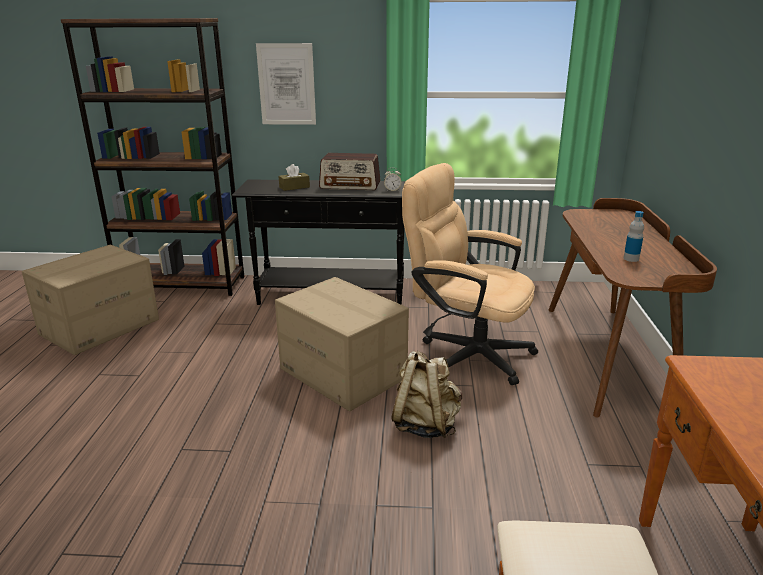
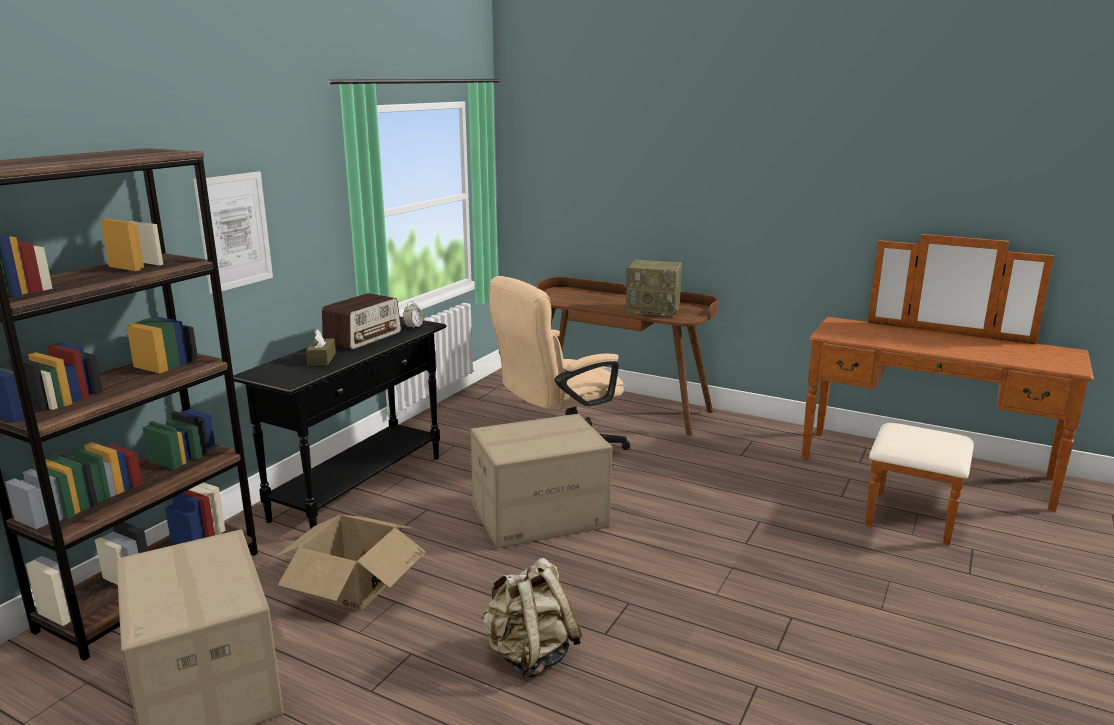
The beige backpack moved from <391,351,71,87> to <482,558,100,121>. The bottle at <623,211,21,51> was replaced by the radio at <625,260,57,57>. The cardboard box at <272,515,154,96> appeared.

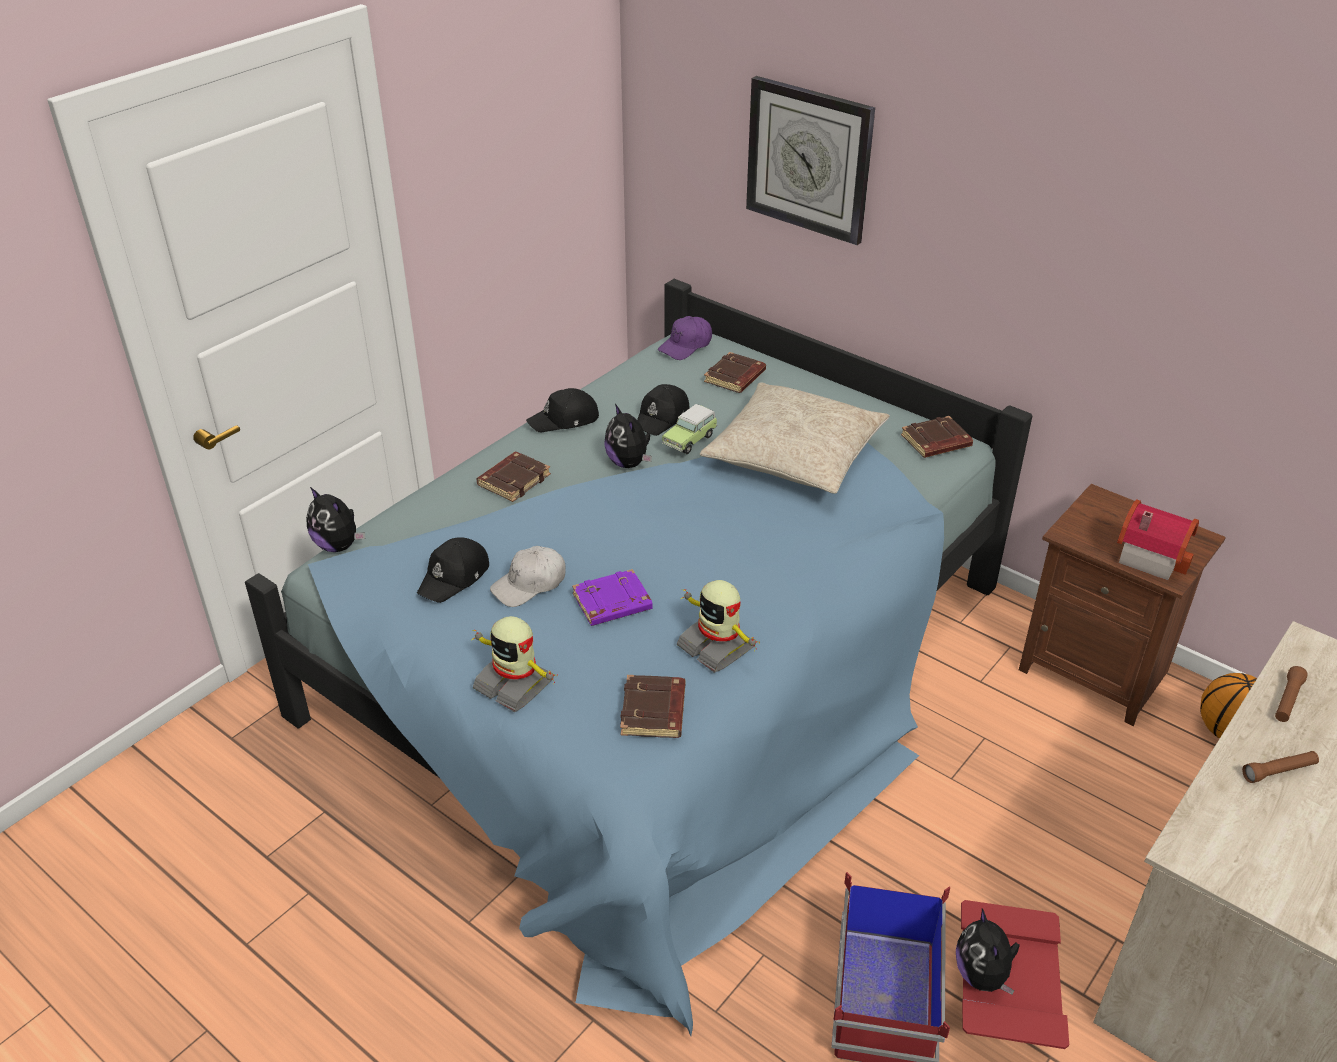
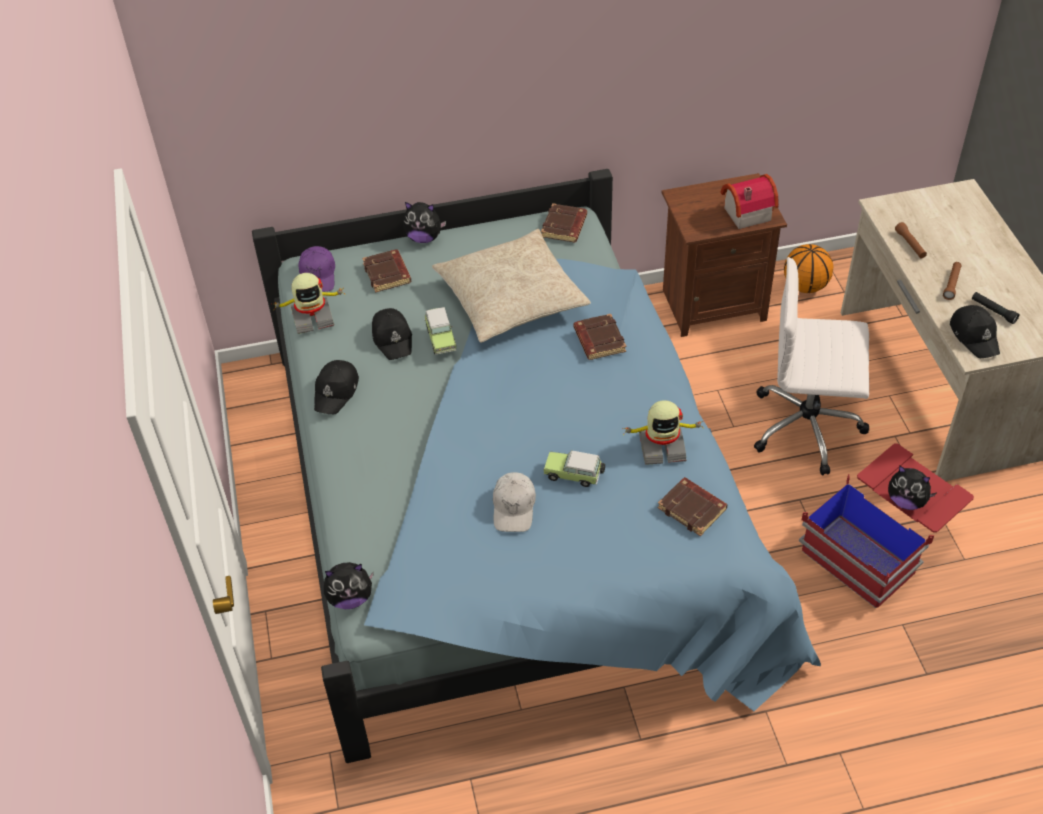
The black cap moved from <417,537,72,66> to <950,305,50,53>. The toy robot moved from <472,616,86,97> to <271,273,74,61>. The brown book moved from <477,452,74,50> to <574,314,52,46>. The purple book at <572,569,81,57> was replaced by the toy car at <544,450,61,37>. The plush toy moved from <604,404,48,64> to <403,202,43,41>. The wall clock at <746,76,129,169> disappeared. The white office chair at <754,257,115,219> appeared. The black flashlight at <972,292,48,32> appeared.

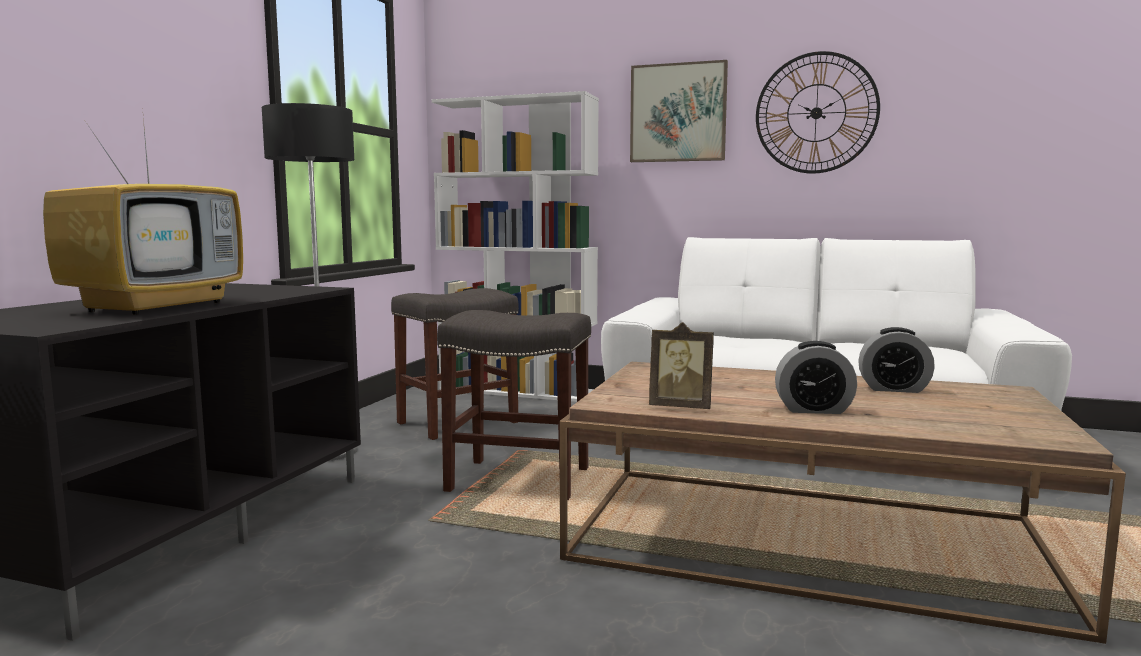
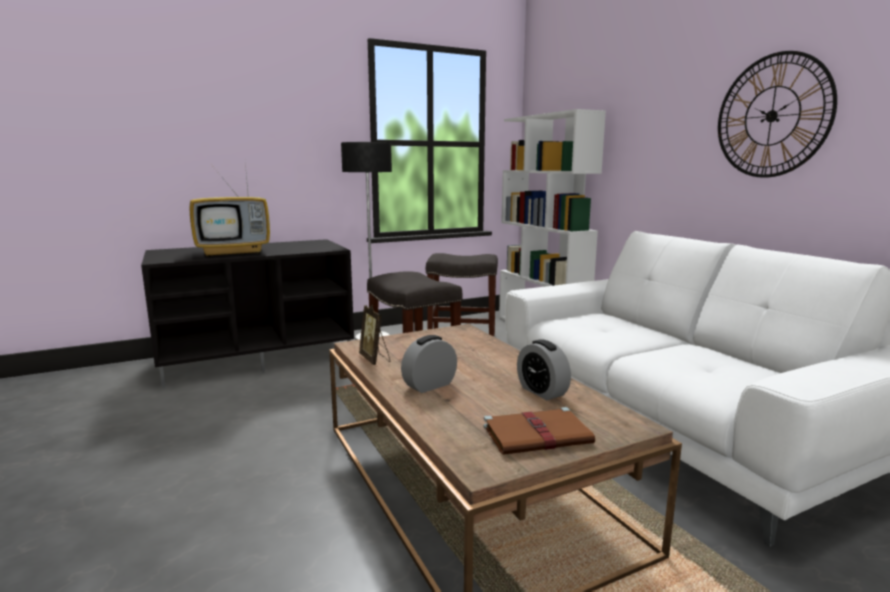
The picture at <630,60,98,102> disappeared. The alarm clock at <775,341,82,73> turned 90 degrees clockwise. The brown book at <483,407,112,48> appeared.

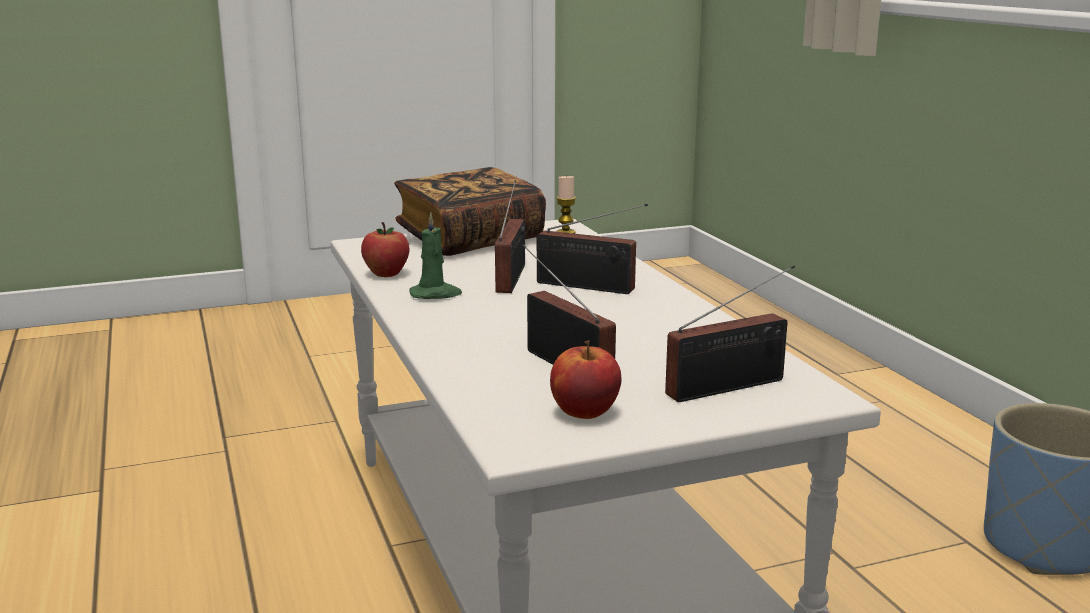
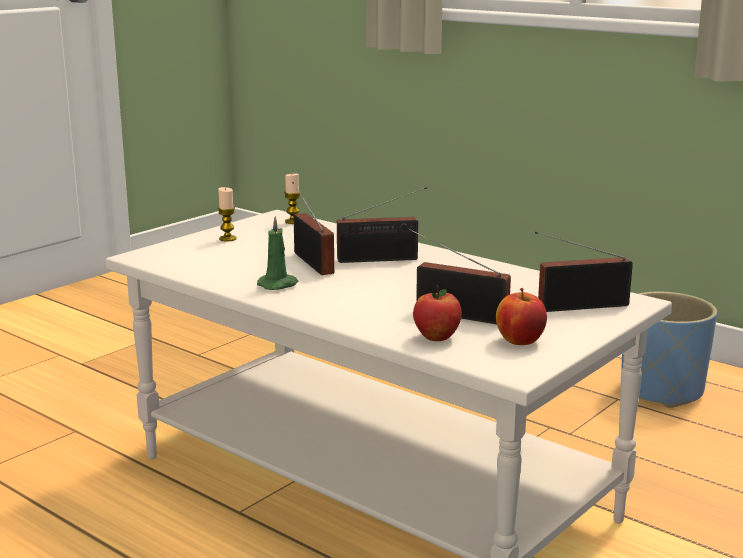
The apple moved from <361,222,48,55> to <413,286,49,55>. The book at <394,167,152,89> was replaced by the candle at <217,187,19,55>. The radio at <665,265,130,137> turned 135 degrees counterclockwise.

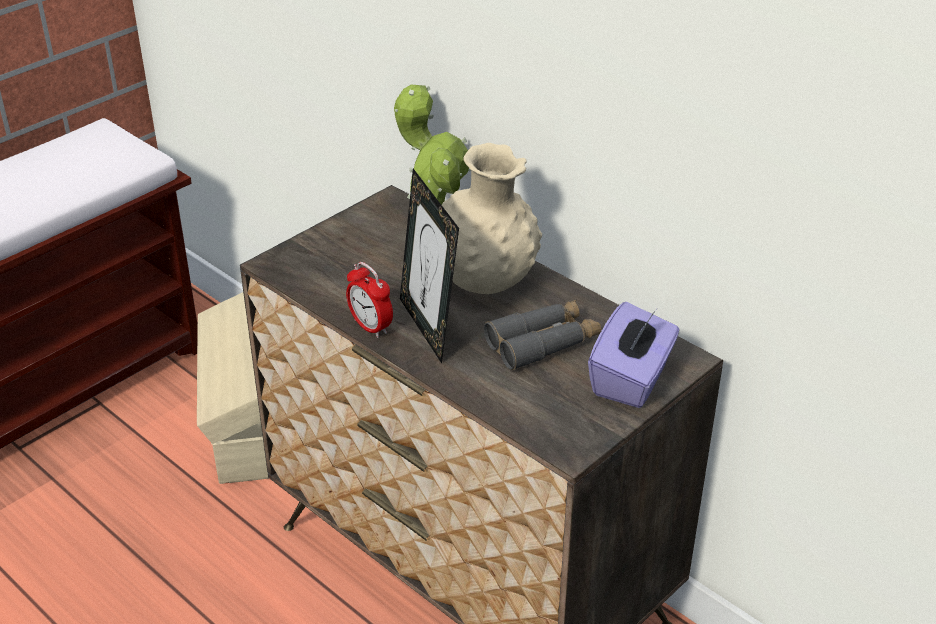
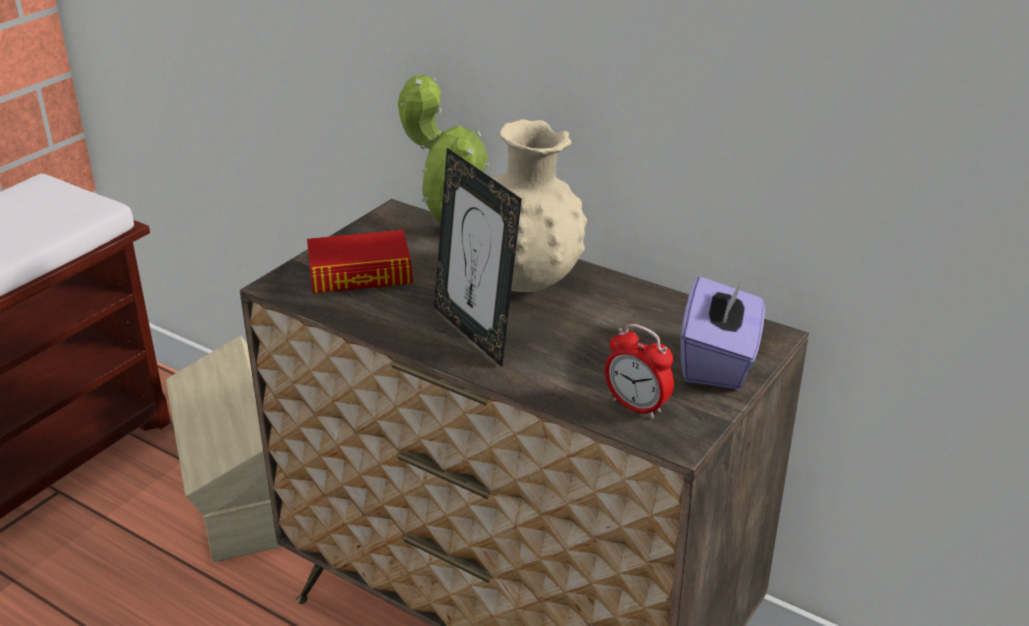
The alarm clock moved from <346,262,47,76> to <605,324,69,95>. The grey binoculars at <484,300,117,70> disappeared. The book at <307,230,106,64> appeared.

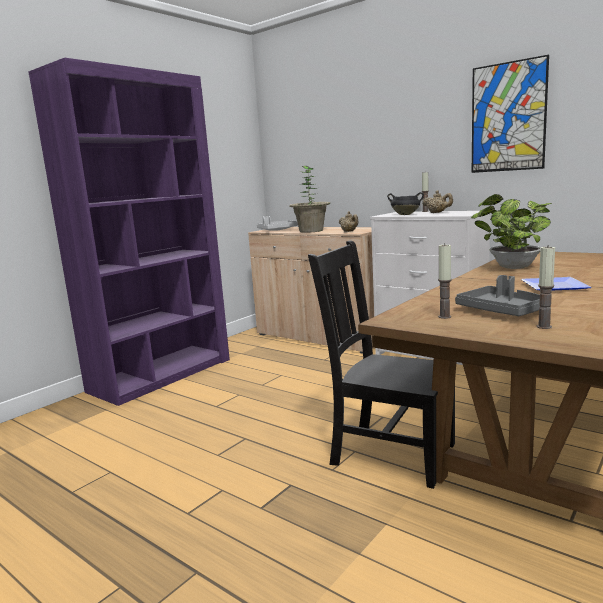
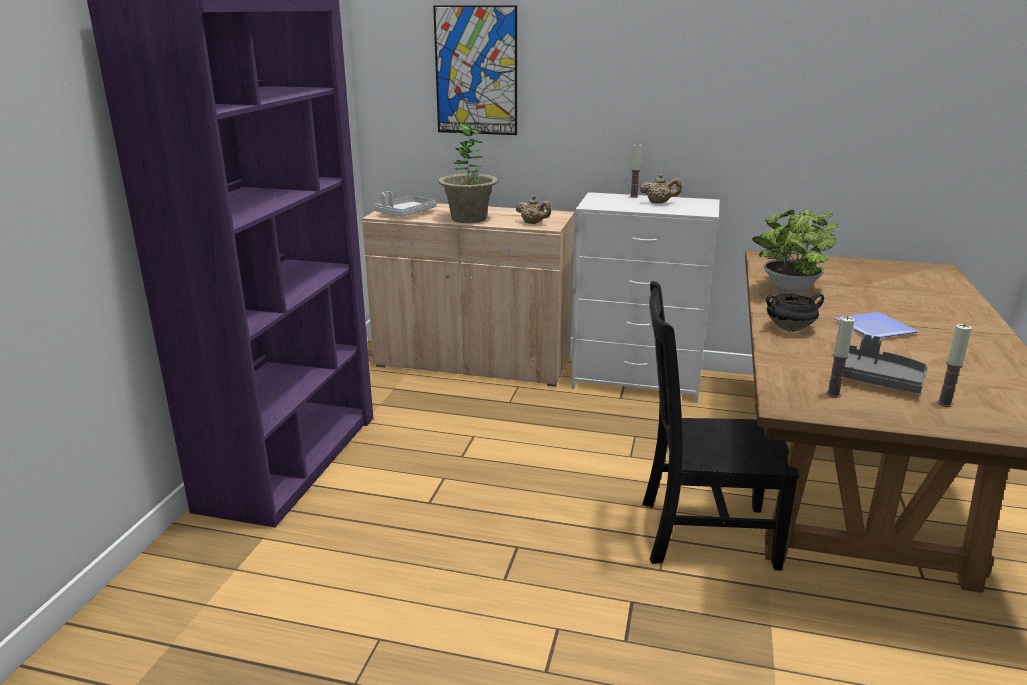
The black cooking pot moved from <387,192,37,23> to <766,293,58,39>. The picture moved from <472,55,77,118> to <433,5,84,130>.

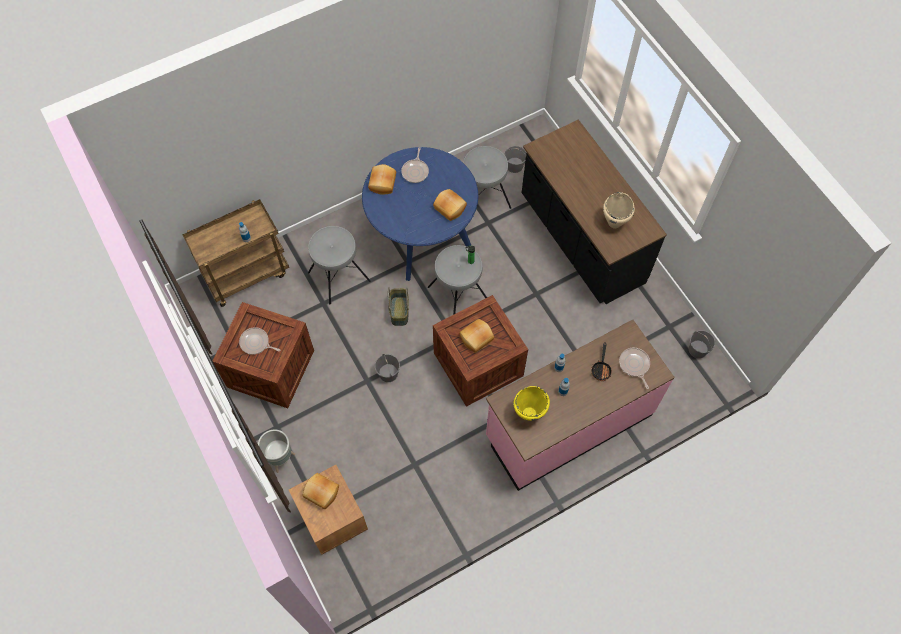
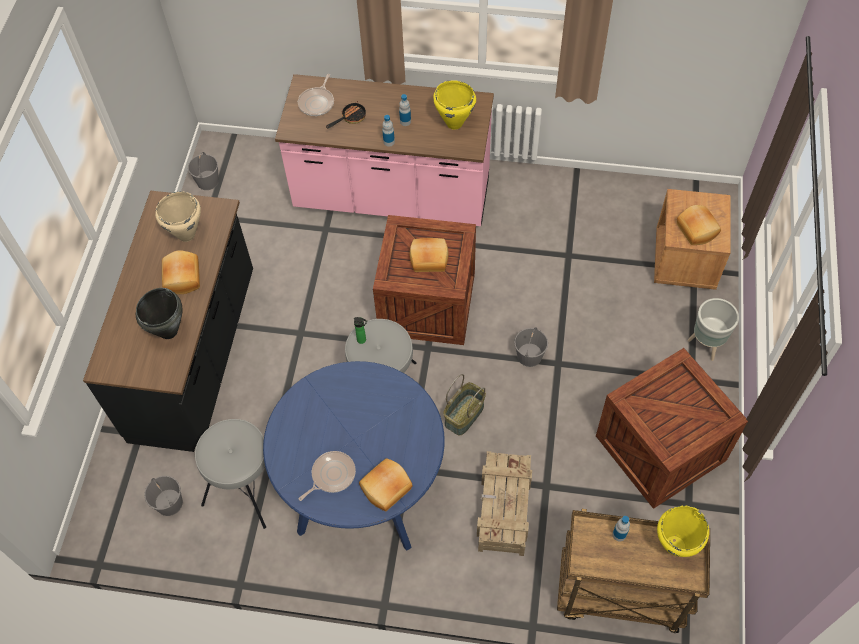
The frying pan at <239,327,41,28> disappeared. The grey stool at <308,226,63,78> was replaced by the crate at <477,451,55,105>. The bread moved from <433,189,34,32> to <162,250,38,44>. The black cooking pot at <136,288,46,51> appeared. The yellow cooking pot at <657,506,52,51> appeared.

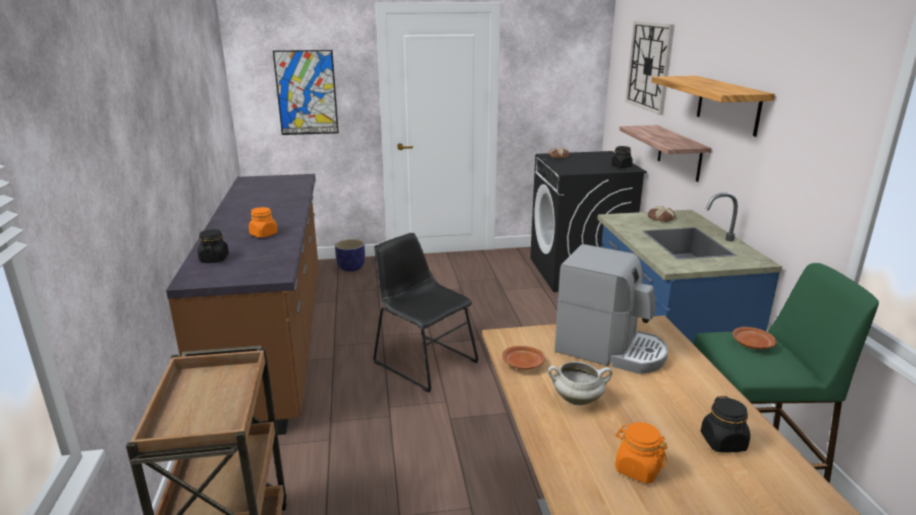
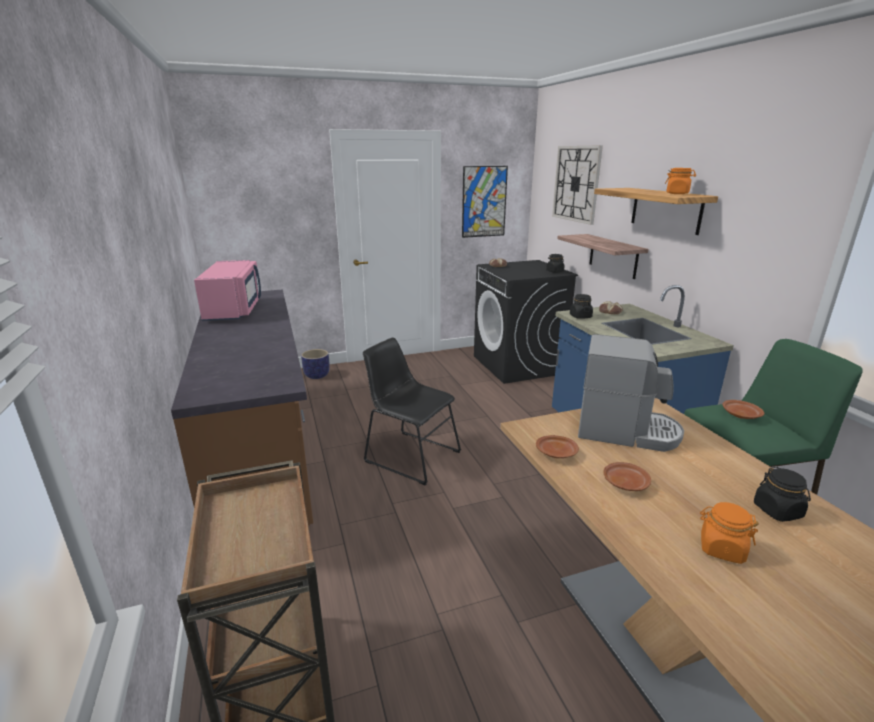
The black jar moved from <198,229,31,33> to <570,294,23,25>. The orange jar moved from <249,207,29,31> to <665,168,31,26>. The picture moved from <273,50,66,85> to <462,166,46,72>. The white cooking pot at <548,362,64,43> was replaced by the brown plate at <603,462,48,29>. The pink microwave at <194,260,67,61> appeared.

